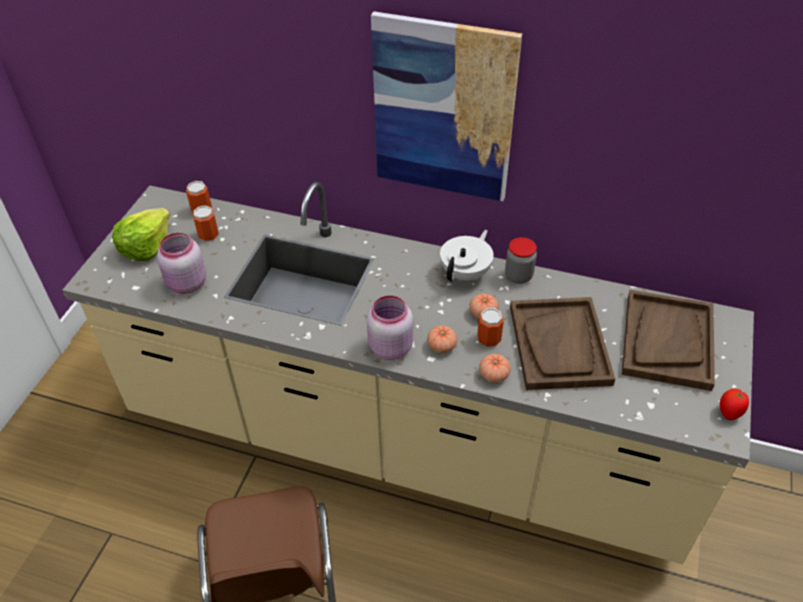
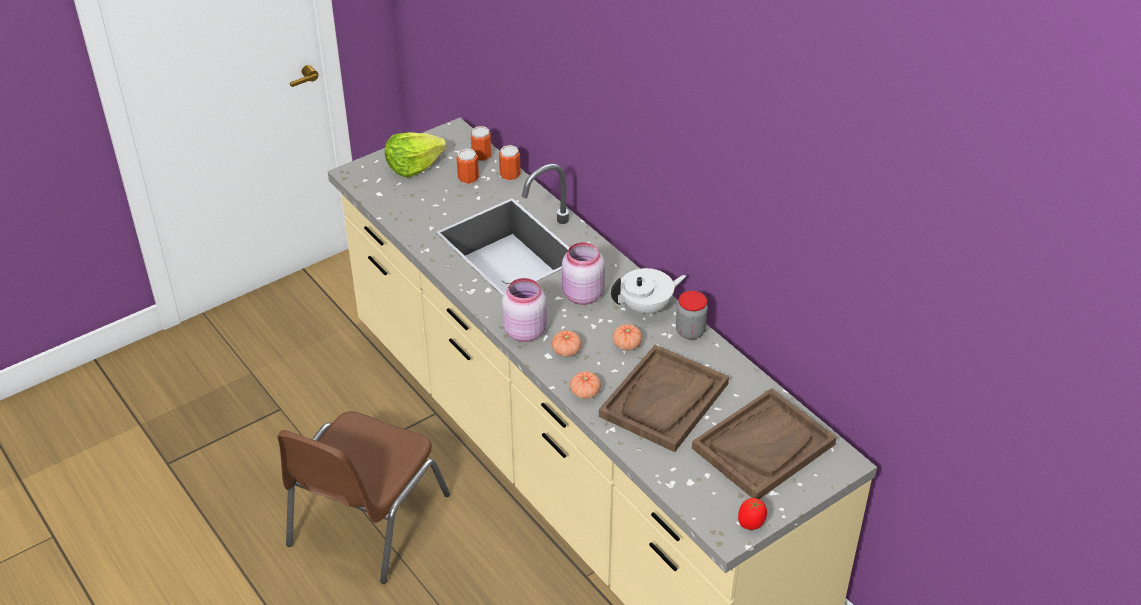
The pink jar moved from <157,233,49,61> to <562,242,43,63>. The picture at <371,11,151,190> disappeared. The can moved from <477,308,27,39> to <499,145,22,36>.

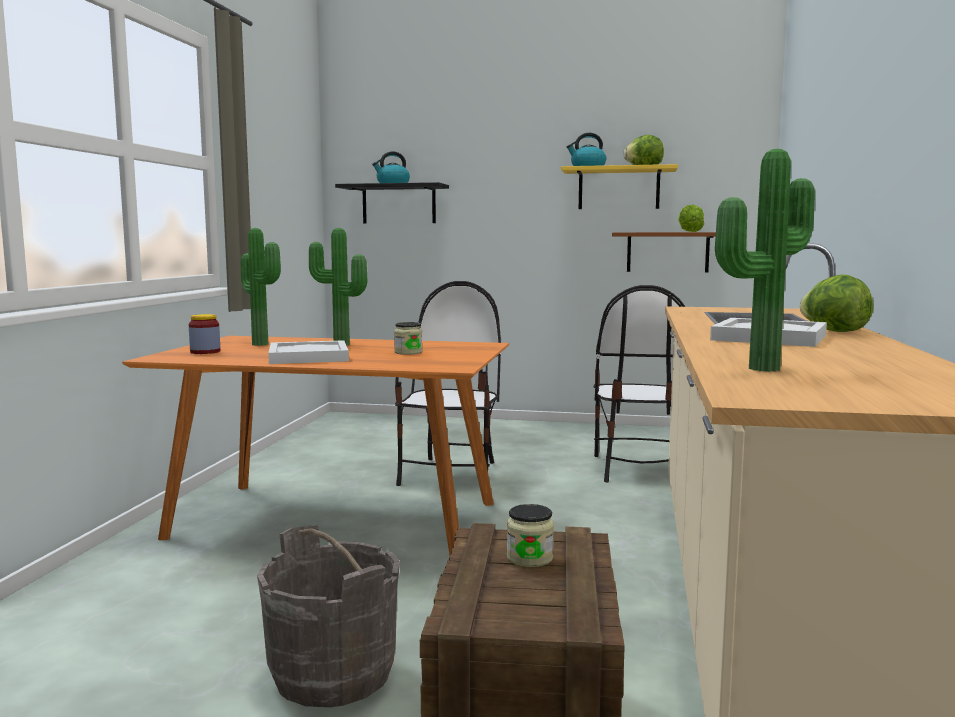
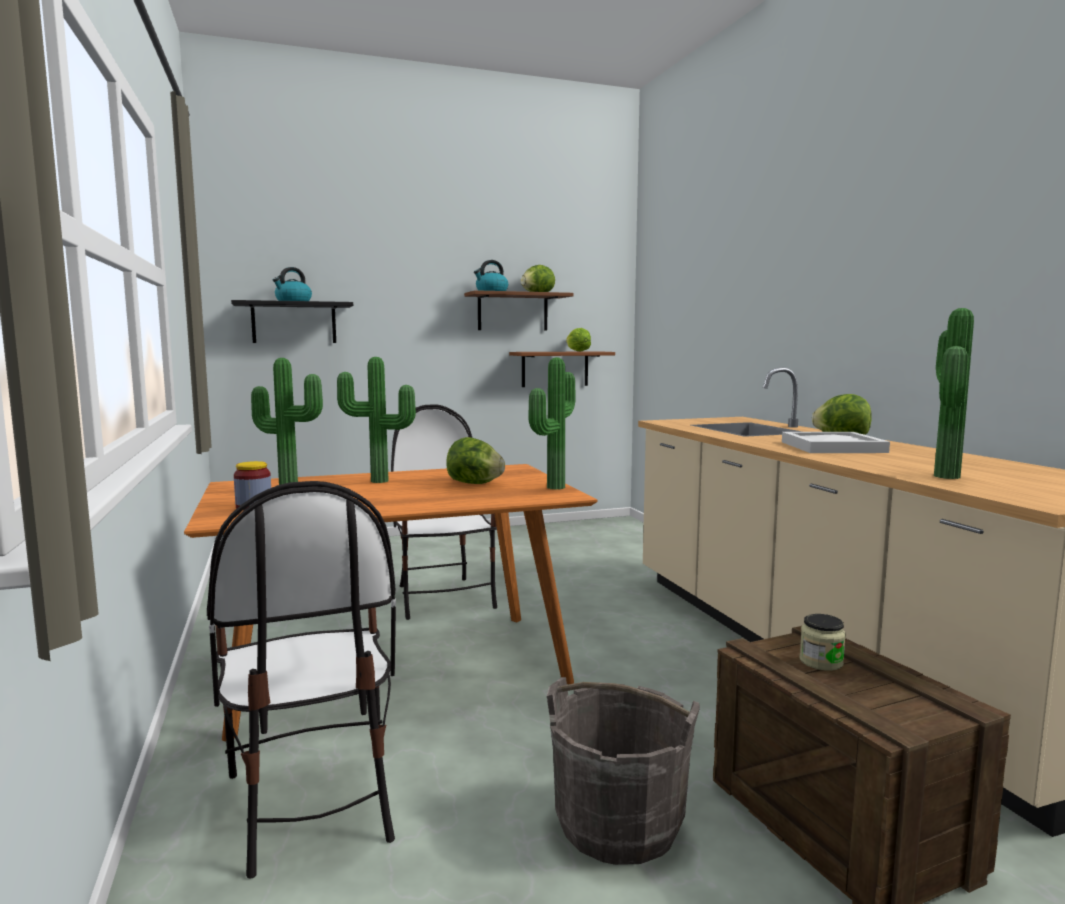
The white tray at <268,340,81,24> disappeared. The jar at <394,322,28,33> was replaced by the lettuce at <446,437,59,47>. The yellow shelf at <561,164,117,45> became the brown shelf at <464,290,110,41>. The chair moved from <594,285,91,197> to <207,481,189,398>. The potted plant at <528,357,48,133> appeared.

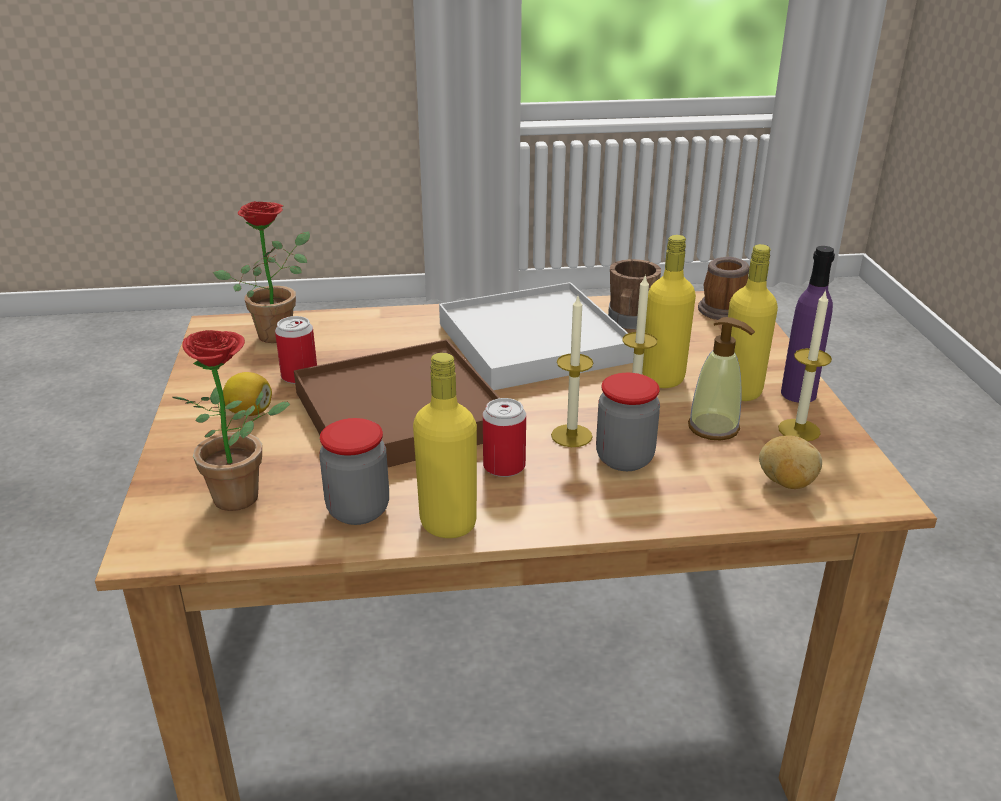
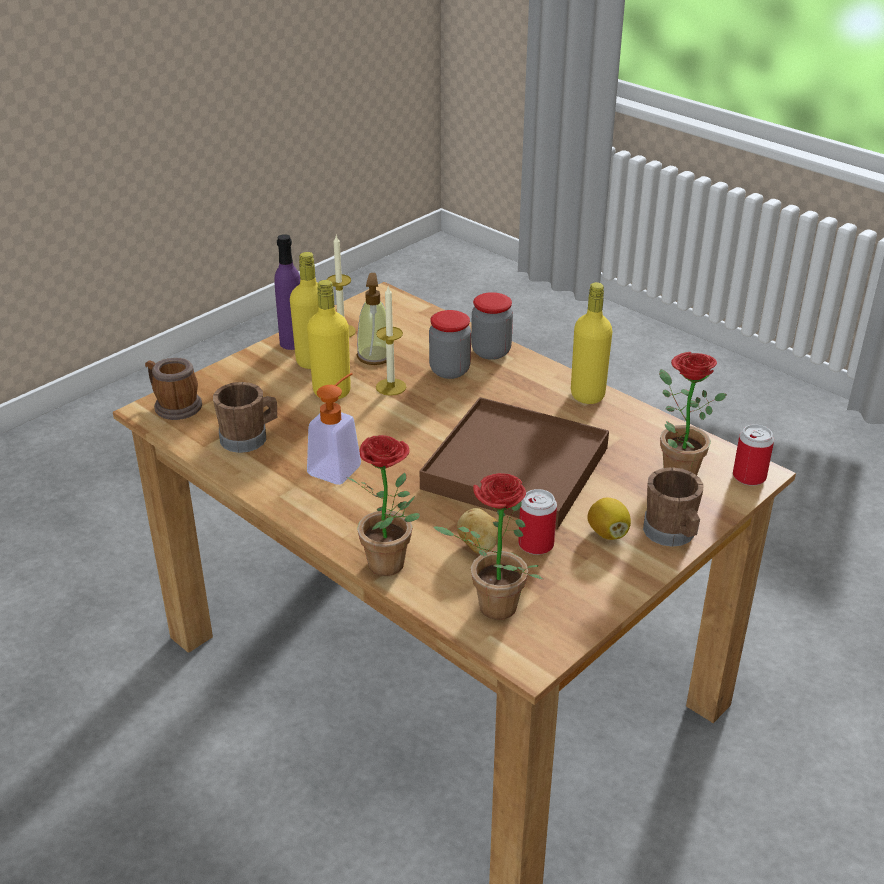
The jar moved from <319,418,70,107> to <471,292,42,68>. The white tray at <439,282,195,108> was replaced by the soap dispenser at <307,373,54,112>. The can moved from <483,398,43,79> to <733,424,41,62>. The candle at <551,296,42,151> disappeared. The potato moved from <759,435,63,54> to <457,508,41,46>. The potted plant at <347,435,73,141> appeared. The brown mug at <643,467,61,80> appeared.

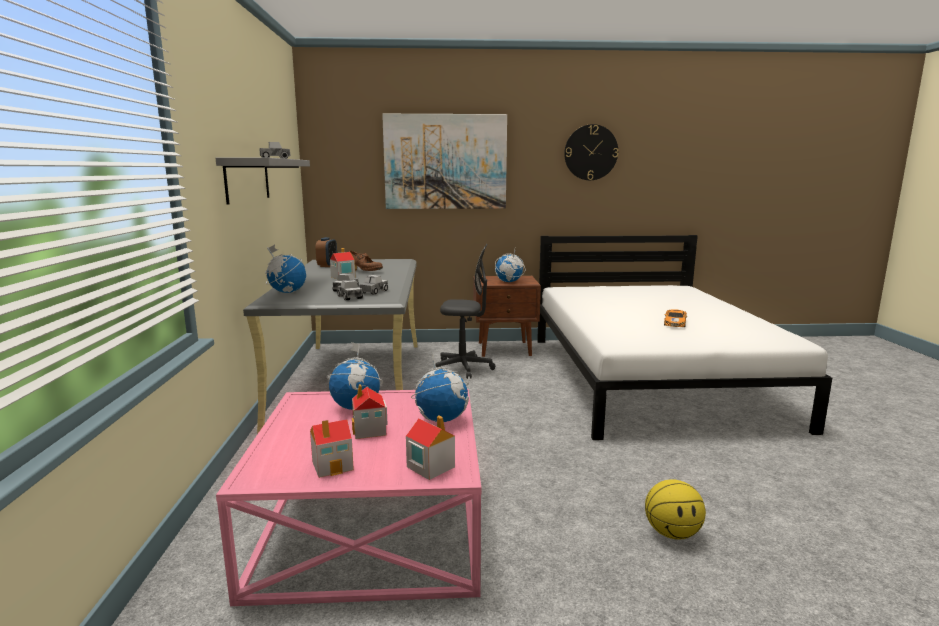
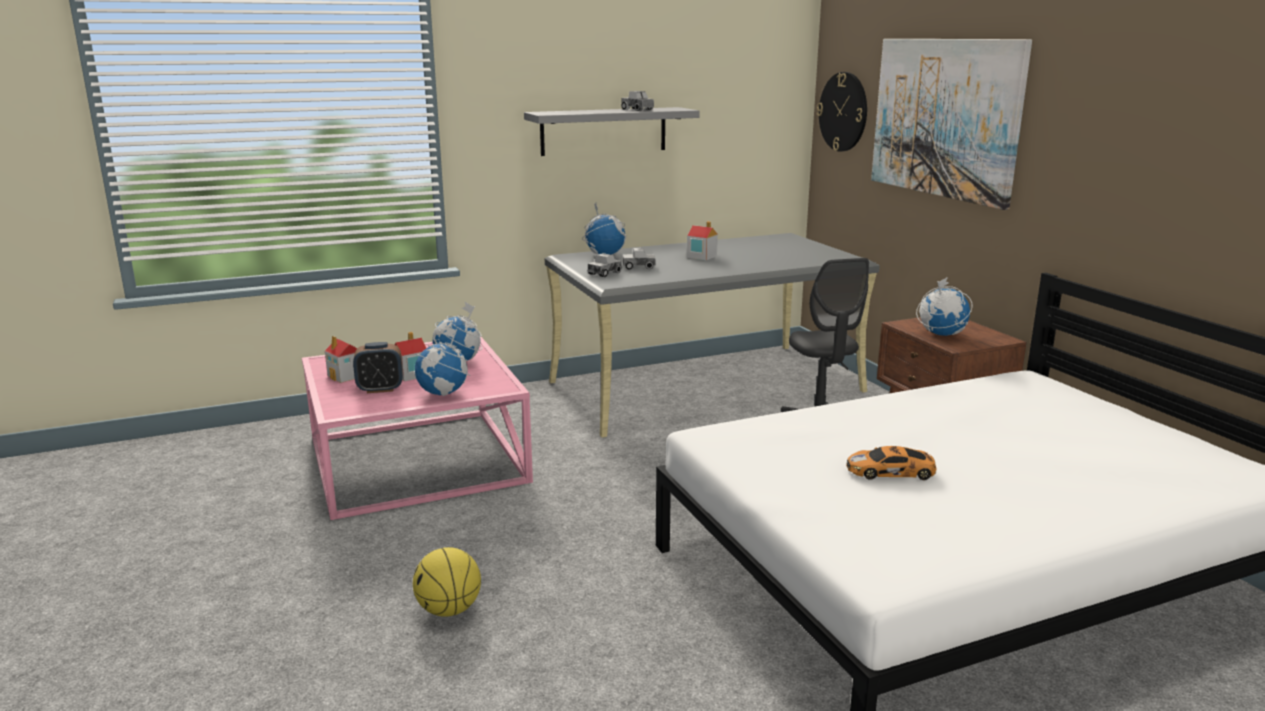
The alarm clock moved from <316,237,21,30> to <353,342,50,51>. The brown shoe at <349,250,34,21> disappeared. The toy truck at <359,275,29,20> disappeared. The toy house at <406,416,49,64> disappeared. The wall clock moved from <564,124,54,56> to <817,72,50,80>.

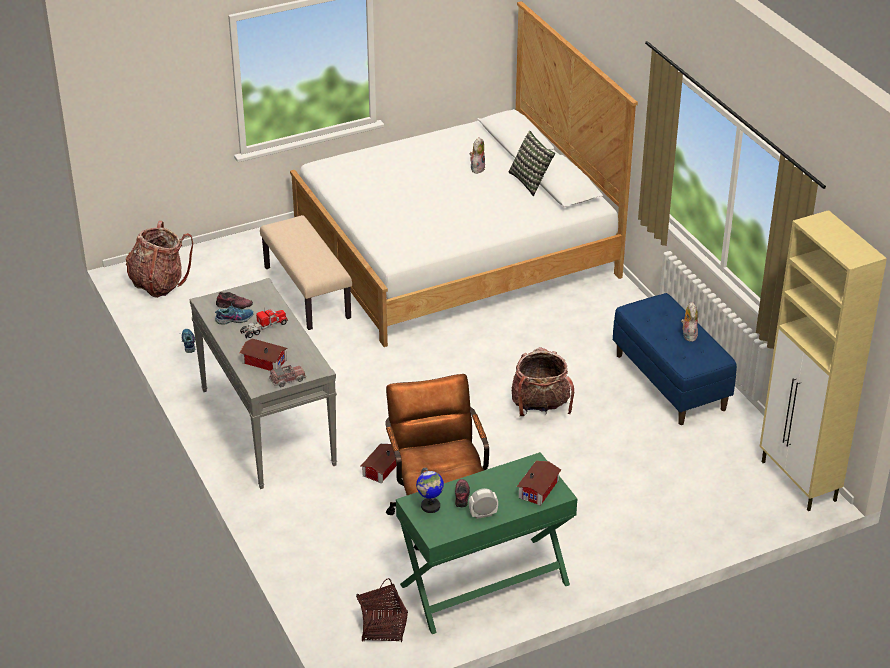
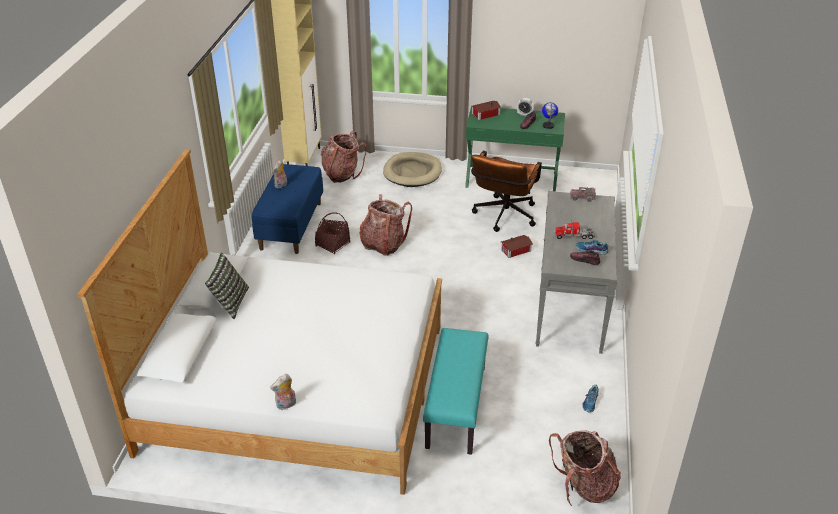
The toy house at <240,339,48,32> disappeared. The beige bench at <260,215,92,115> became the turquoise bench at <423,328,65,127>. The basket moved from <356,578,52,64> to <315,212,35,42>. The plush toy moved from <469,137,16,37> to <270,374,26,36>. The backpack at <321,131,46,52> appeared. The beige dog bed at <383,152,59,35> appeared.

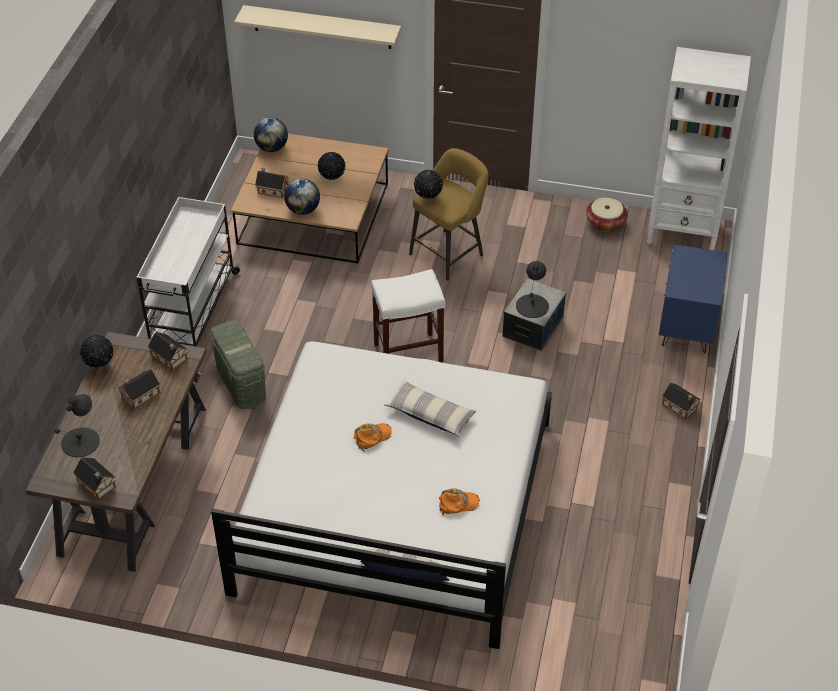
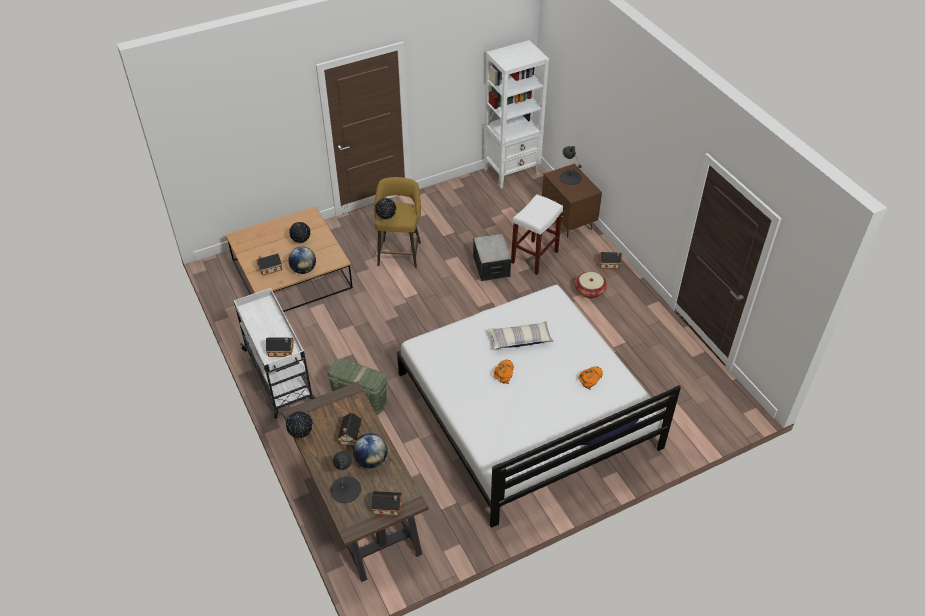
The toy house moved from <148,332,40,38> to <266,337,28,20>. The beige shelf at <234,5,167,44> disappeared. The globe moved from <254,118,34,34> to <353,433,35,35>. The white stool moved from <371,269,75,94> to <511,194,52,81>. The black table lamp moved from <516,261,33,57> to <560,146,22,39>. The basket moved from <586,198,41,34> to <575,272,32,26>. The blue nightstand at <659,244,69,109> became the brown nightstand at <542,164,60,74>.

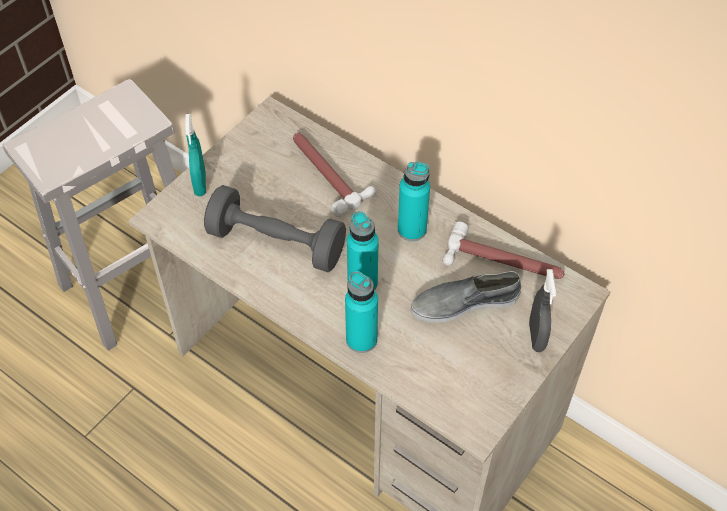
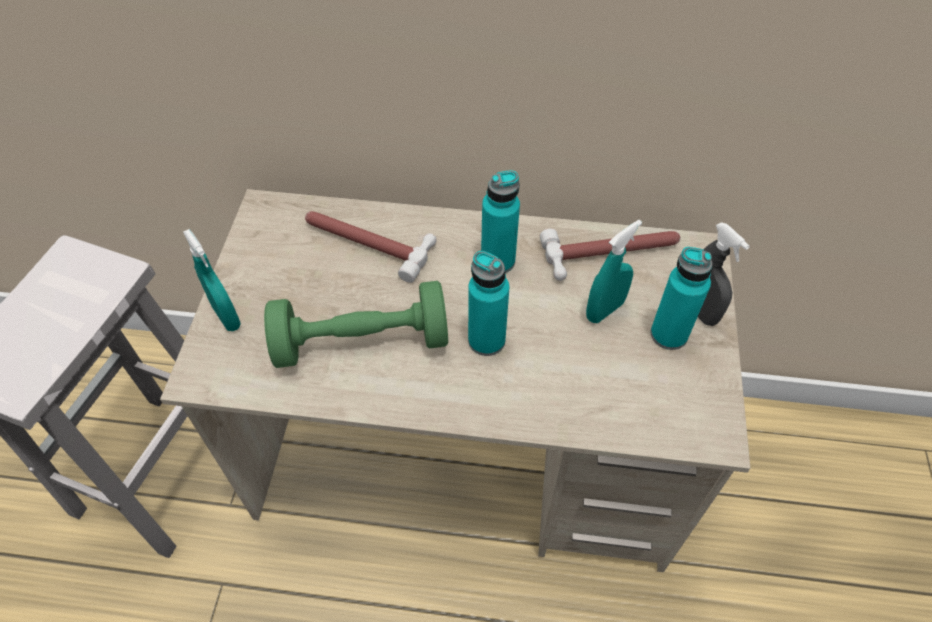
The grey dumbbell at <204,185,142,87> became the green dumbbell at <264,281,184,87>. The turquoise bottle moved from <345,271,33,82> to <651,247,62,103>. The grey shoe at <411,271,110,52> was replaced by the turquoise spray bottle at <586,220,56,103>.

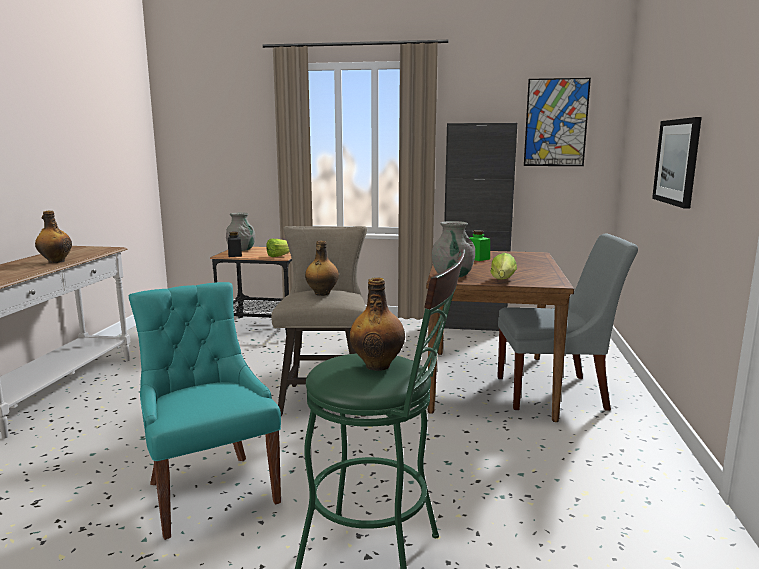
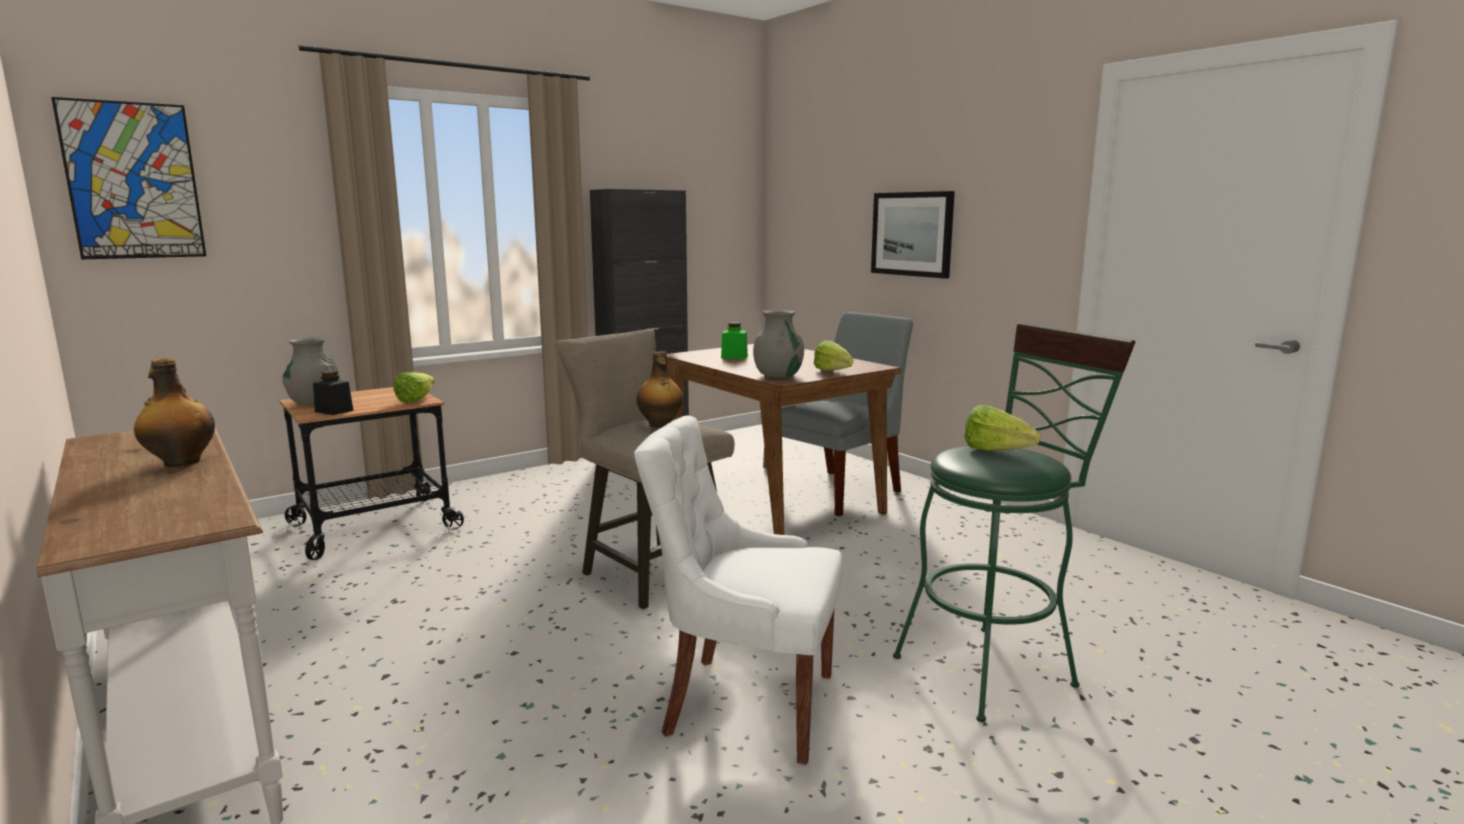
The turquoise chair at <129,282,152,258> became the white chair at <634,416,209,349>. The bottle at <350,278,55,93> was replaced by the lettuce at <964,405,76,46>. The picture moved from <524,78,67,88> to <51,97,155,163>.

